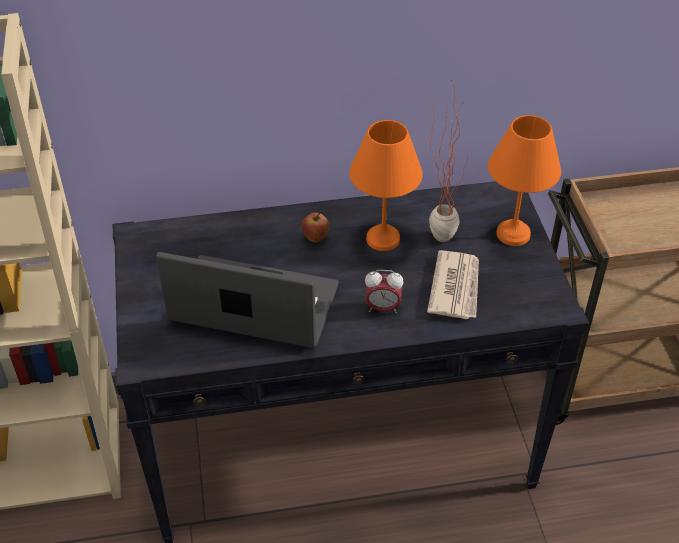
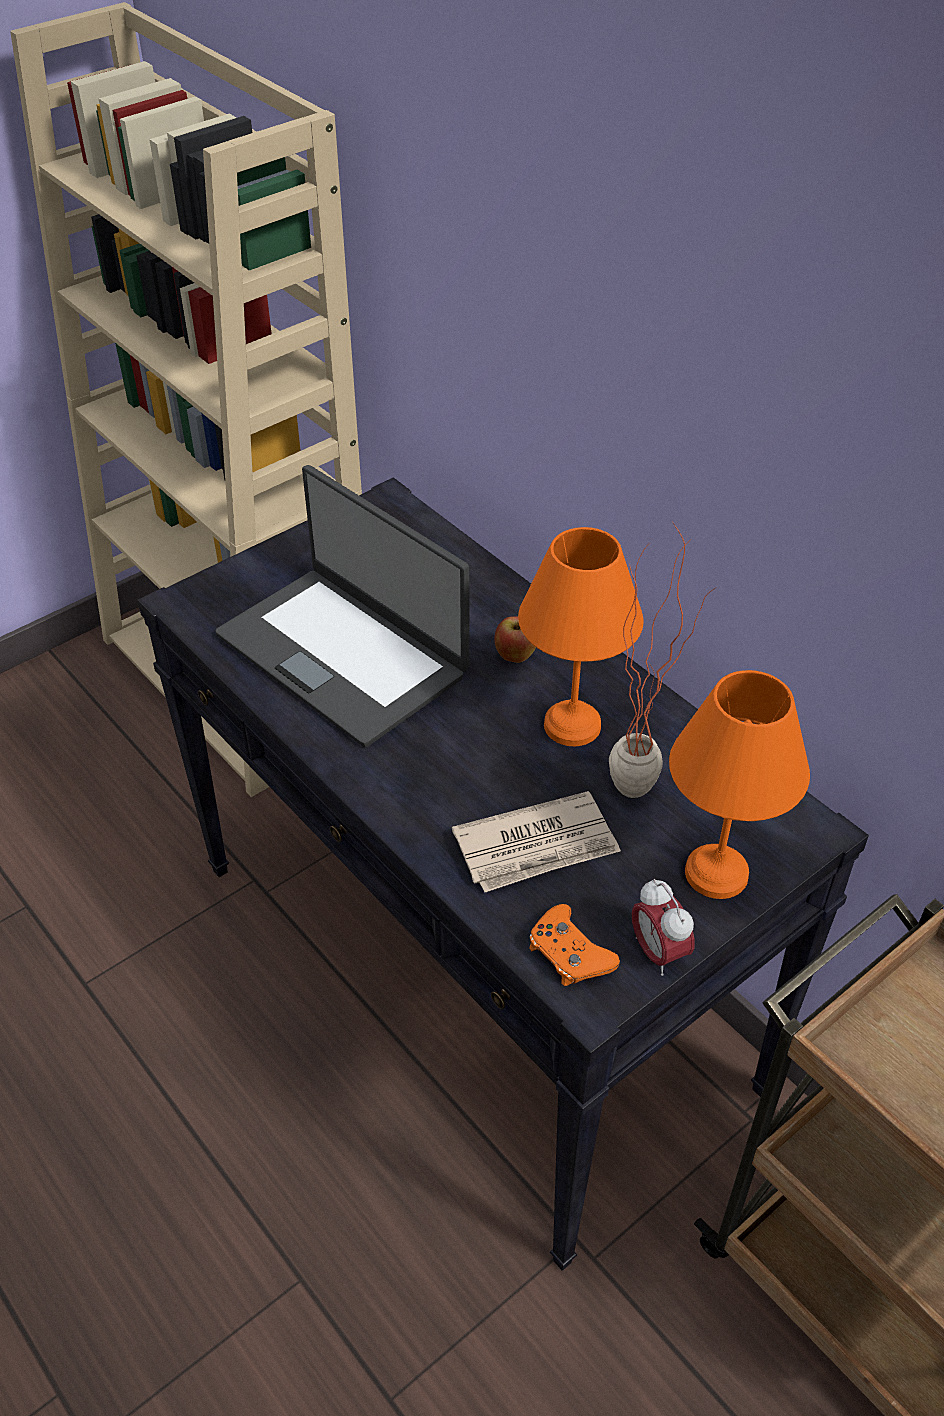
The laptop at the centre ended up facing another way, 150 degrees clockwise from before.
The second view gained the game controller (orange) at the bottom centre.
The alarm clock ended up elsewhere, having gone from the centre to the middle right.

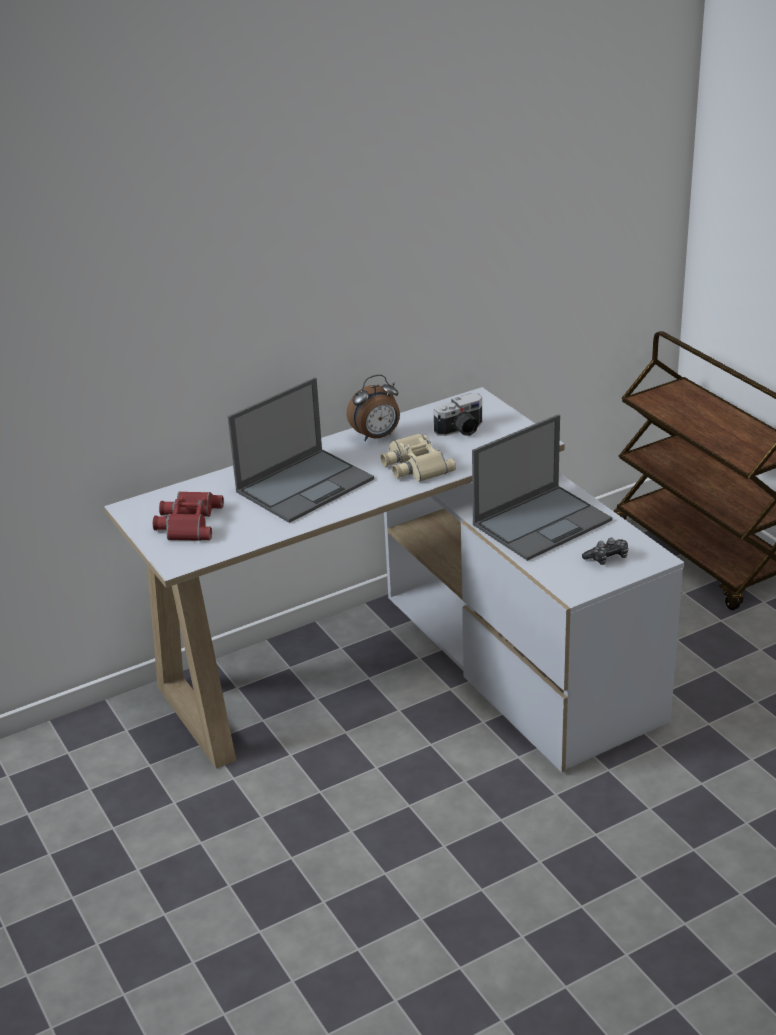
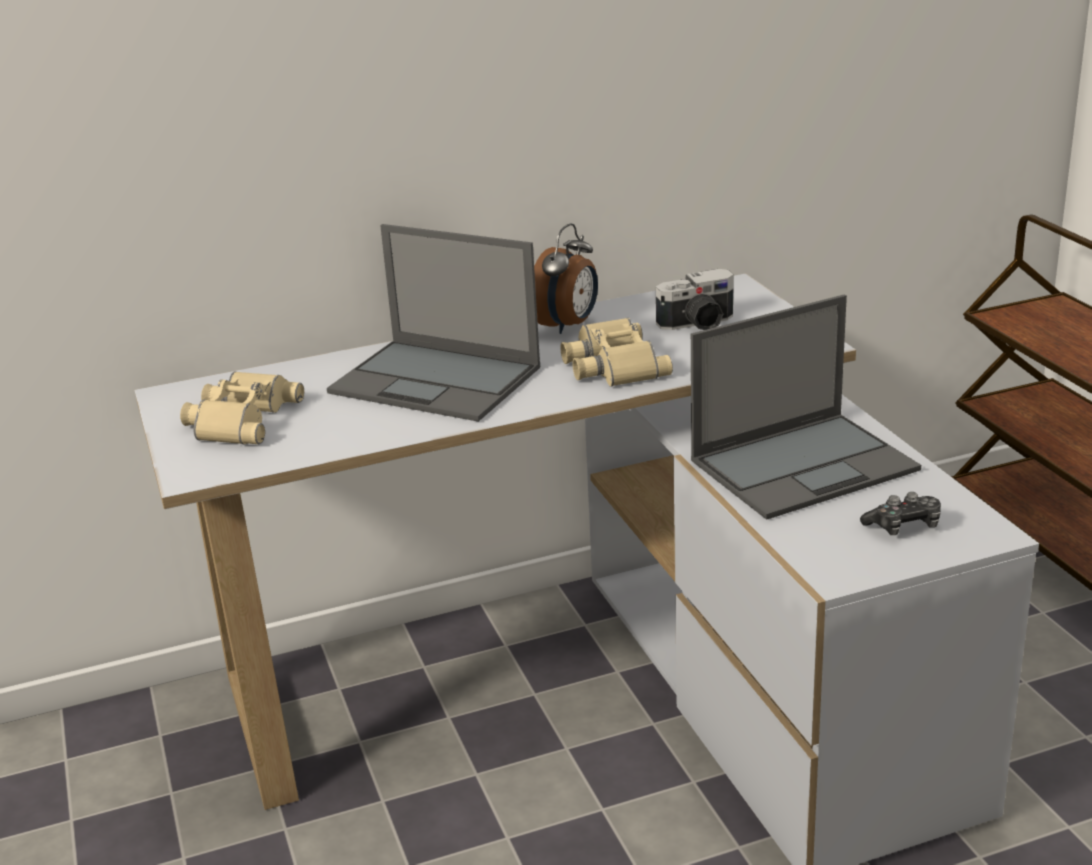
What was the binoculars (red) at the middle left turned into the binoculars (beige) (1st from left) at the middle left.
The laptop (1st from left) at the centre ended up facing another way, 60 degrees clockwise from before.
The alarm clock at the centre ended up facing another way, 45 degrees counterclockwise from before.

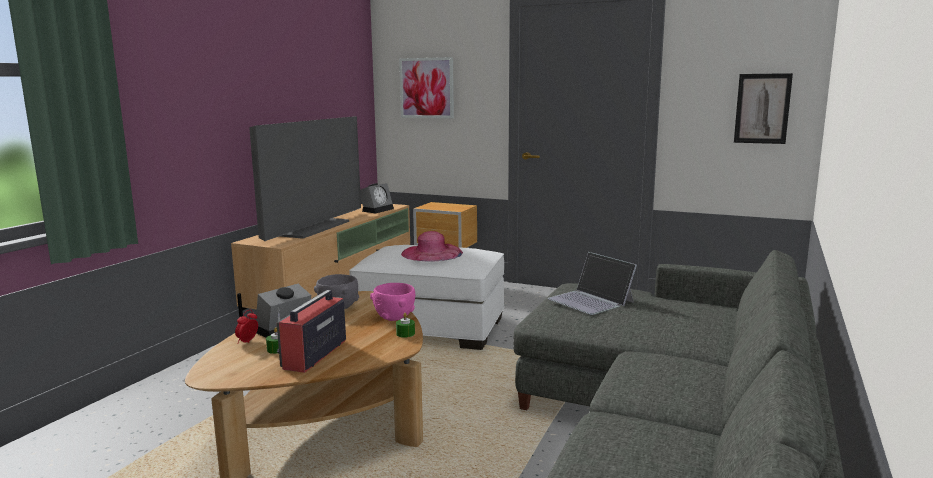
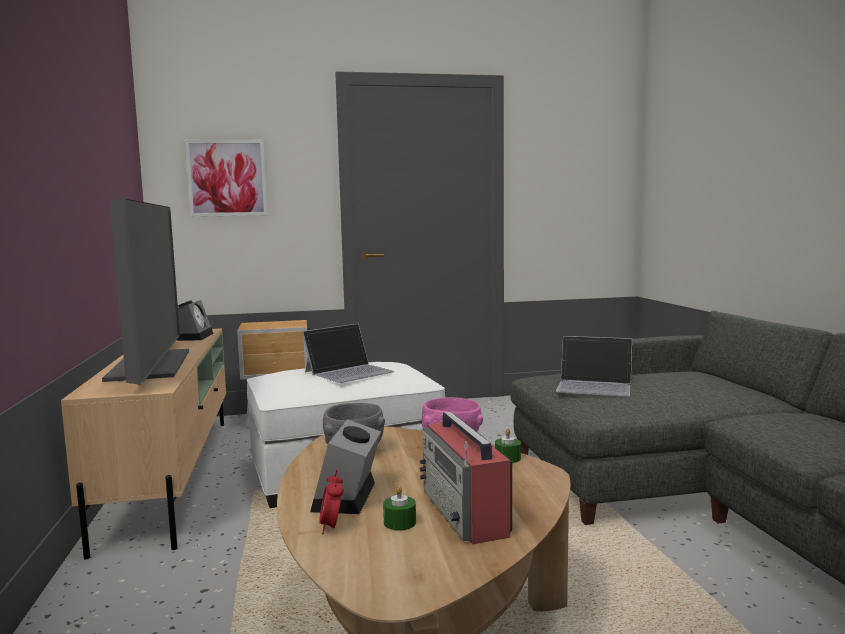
Where the hat (pink) stood at the centre, the laptop (1st from left) came to stand at the centre.
The second view lost the picture (2nd from left) at the top right.

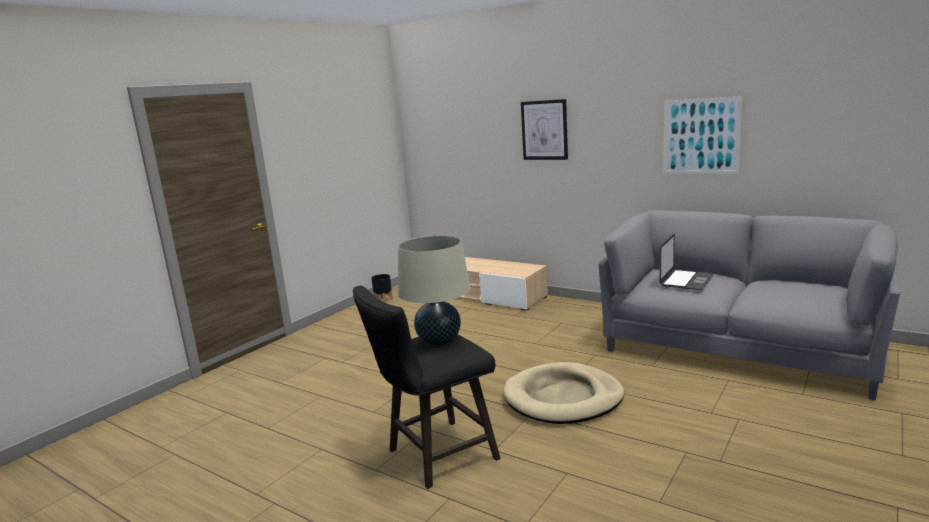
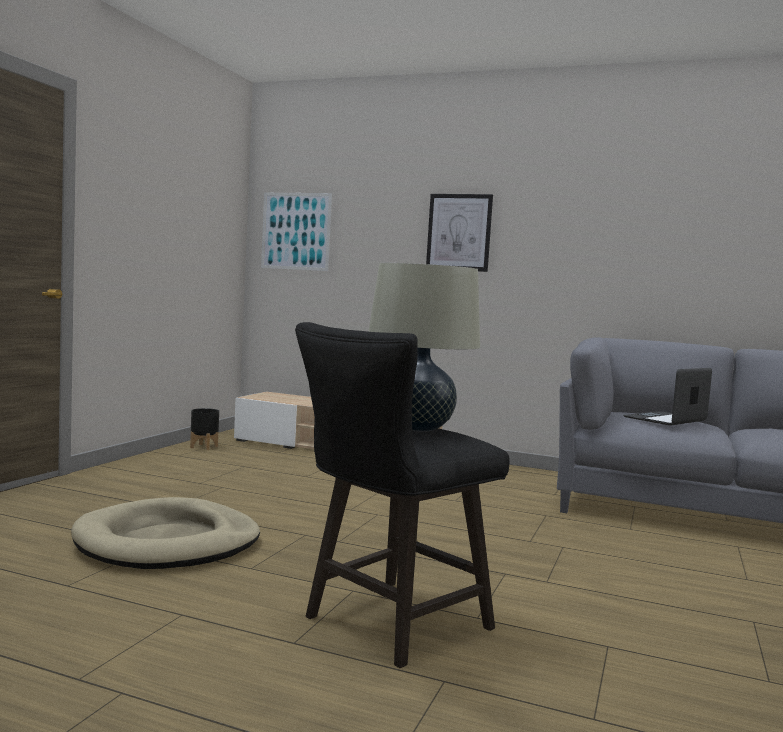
The dog bed (beige) ended up elsewhere, having gone from the bottom centre to the bottom left.
The picture (2nd from left in the first image) ended up elsewhere, having gone from the top right to the top centre.
The laptop at the middle right ended up facing another way, 150 degrees counterclockwise from before.

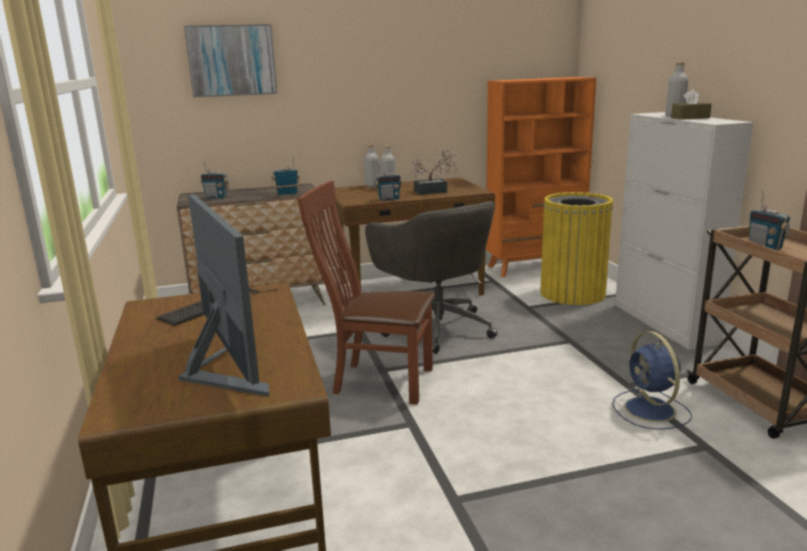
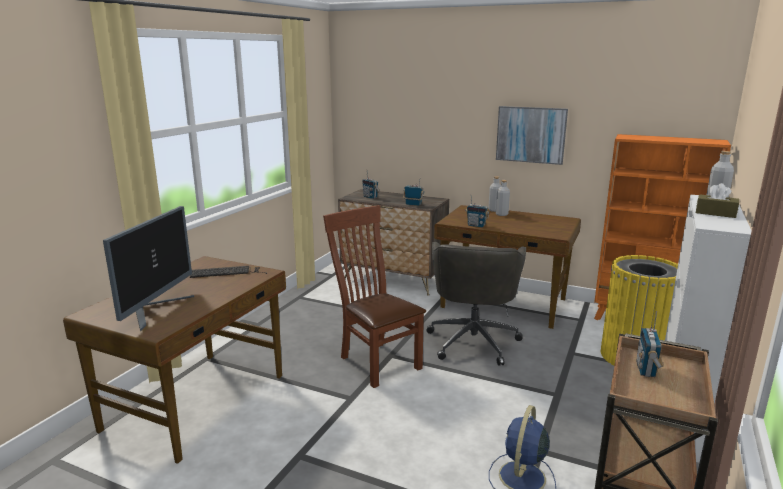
The picture ended up elsewhere, having gone from the top left to the top right.
The second view lost the potted plant at the top centre.

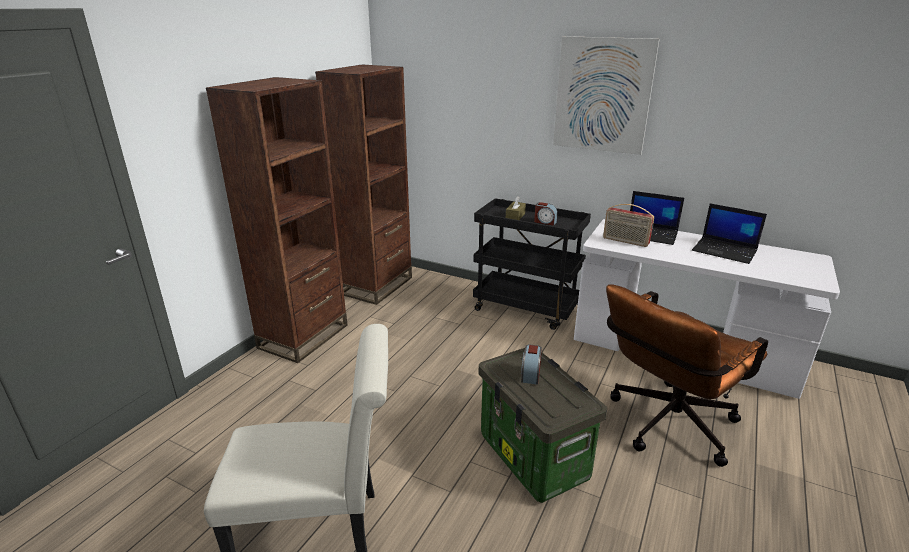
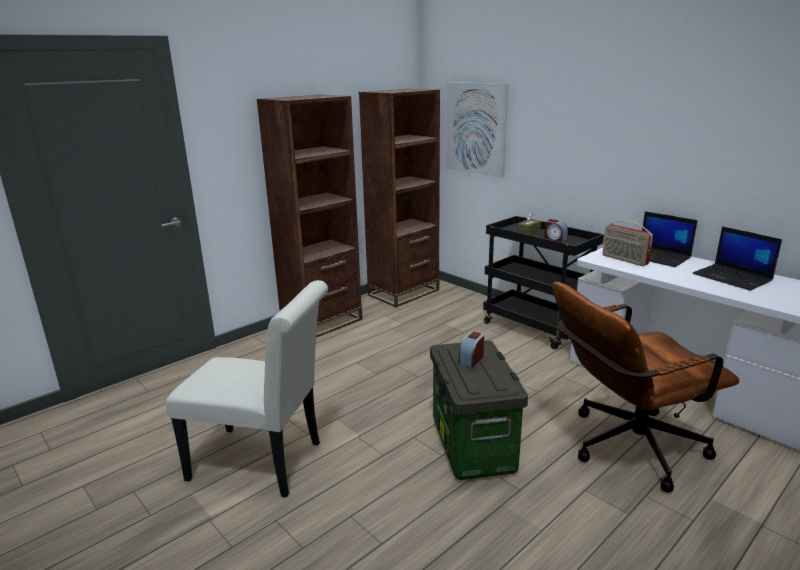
The picture ended up elsewhere, having gone from the top right to the top centre.

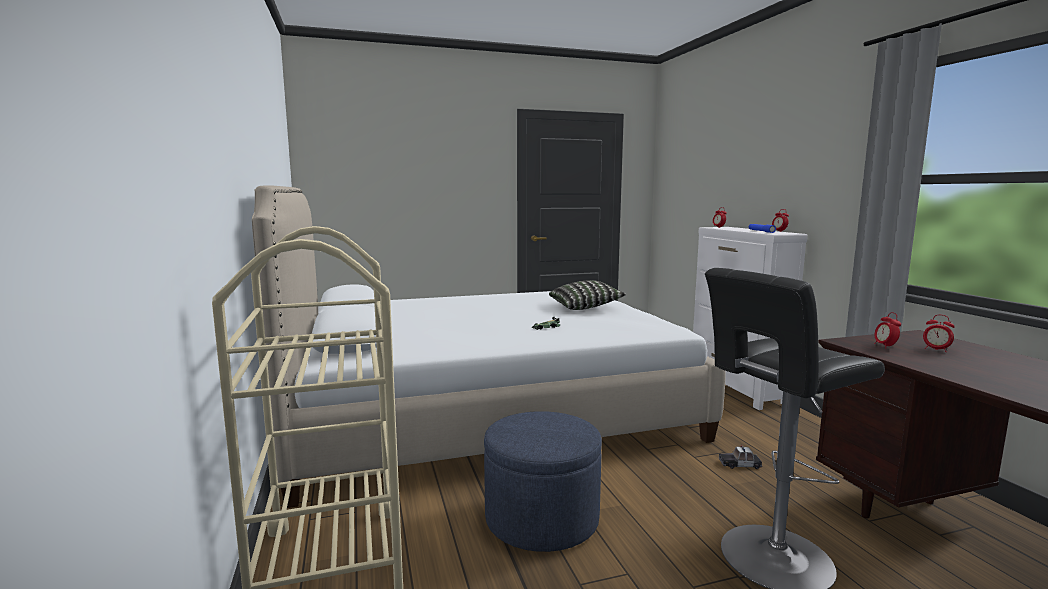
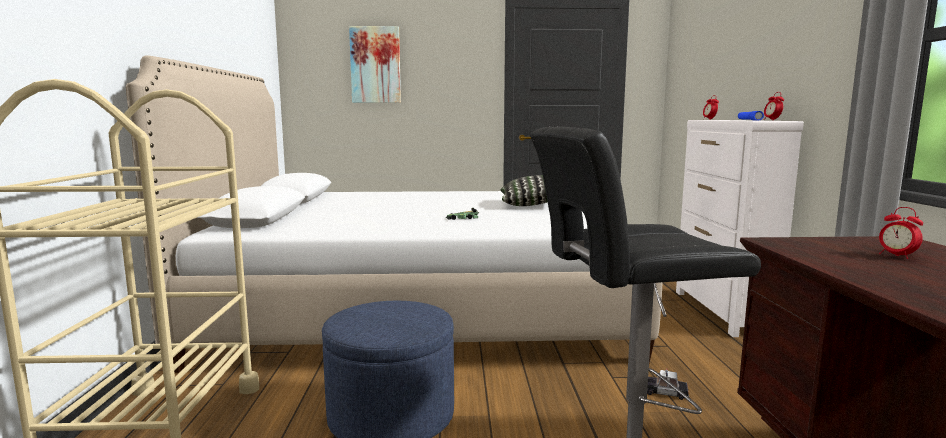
The second view gained the picture at the top centre.
The second view lost the alarm clock (3rd from left) at the middle right.

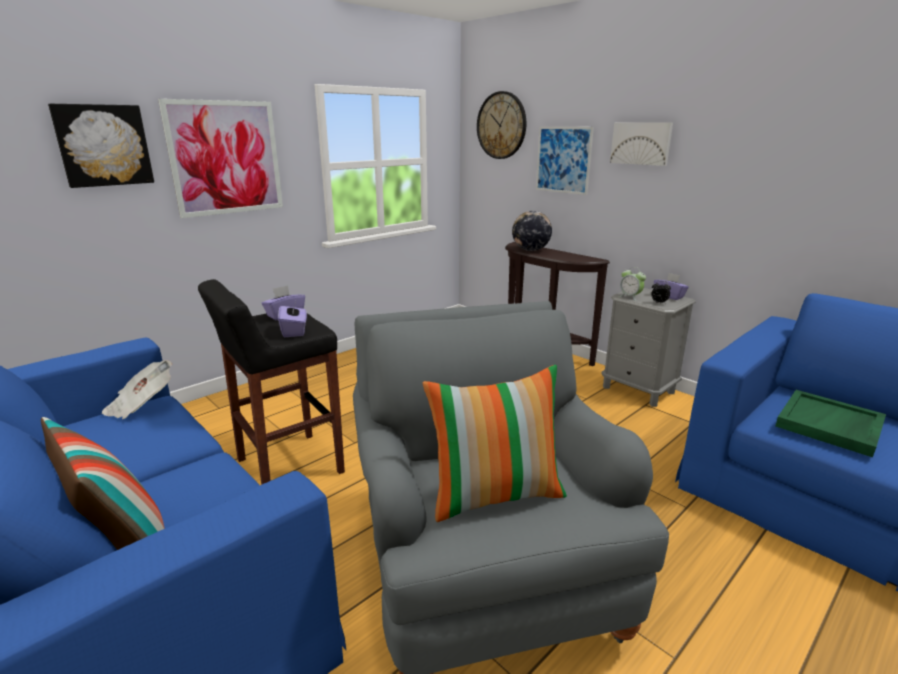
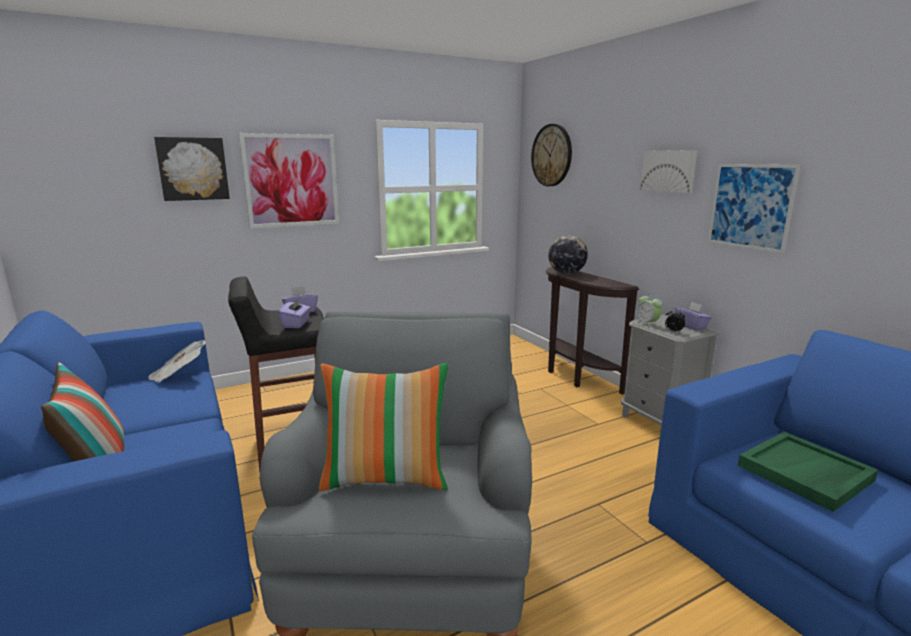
The picture (3rd from left in the first image) ended up elsewhere, having gone from the top centre to the top right.

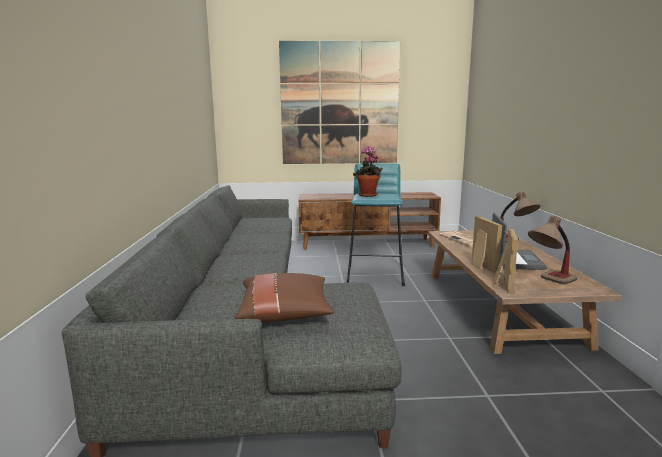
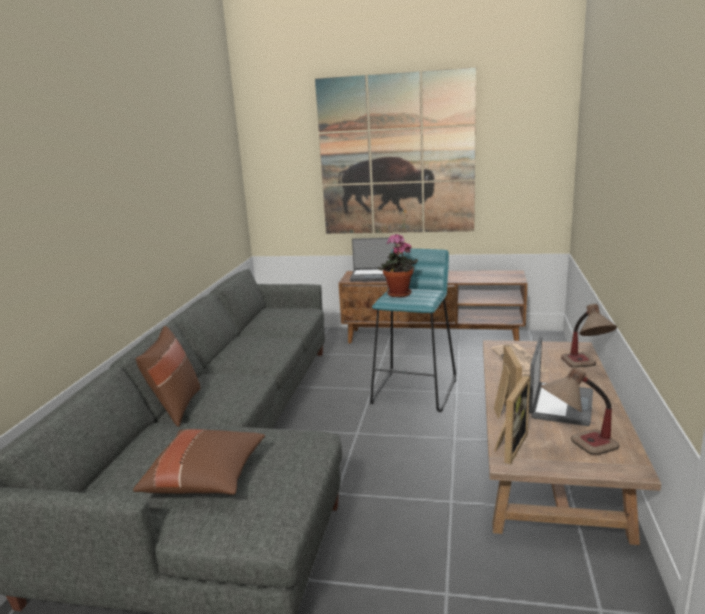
The second view gained the pillow (brown) (1st from left) at the middle left.
The second view gained the laptop (1st from left) at the centre.

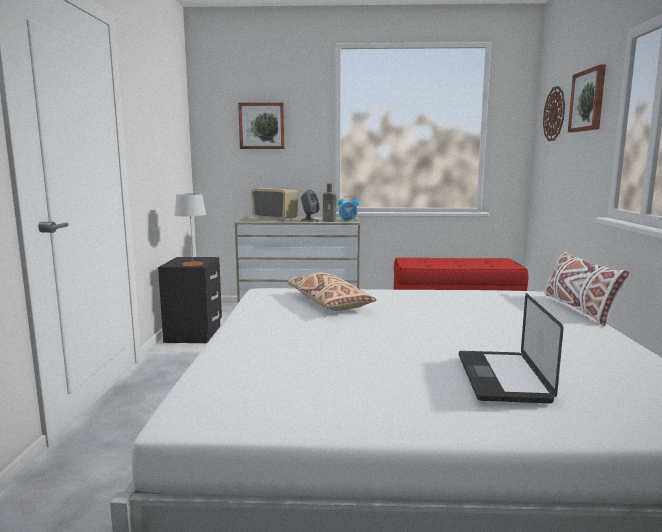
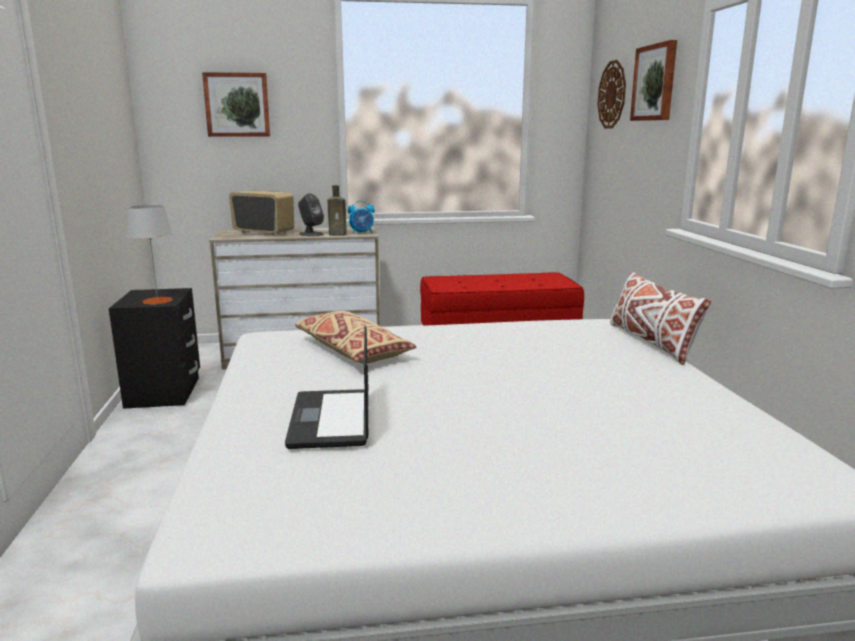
The laptop ended up elsewhere, having gone from the middle right to the centre.

